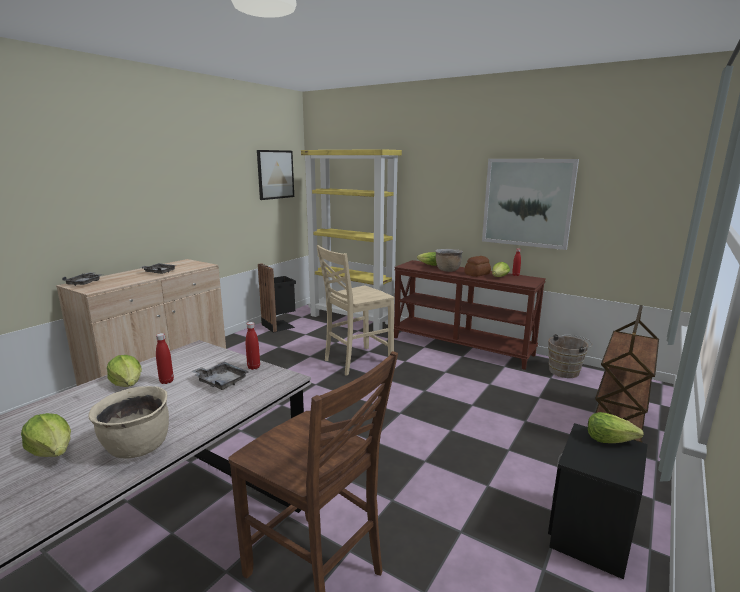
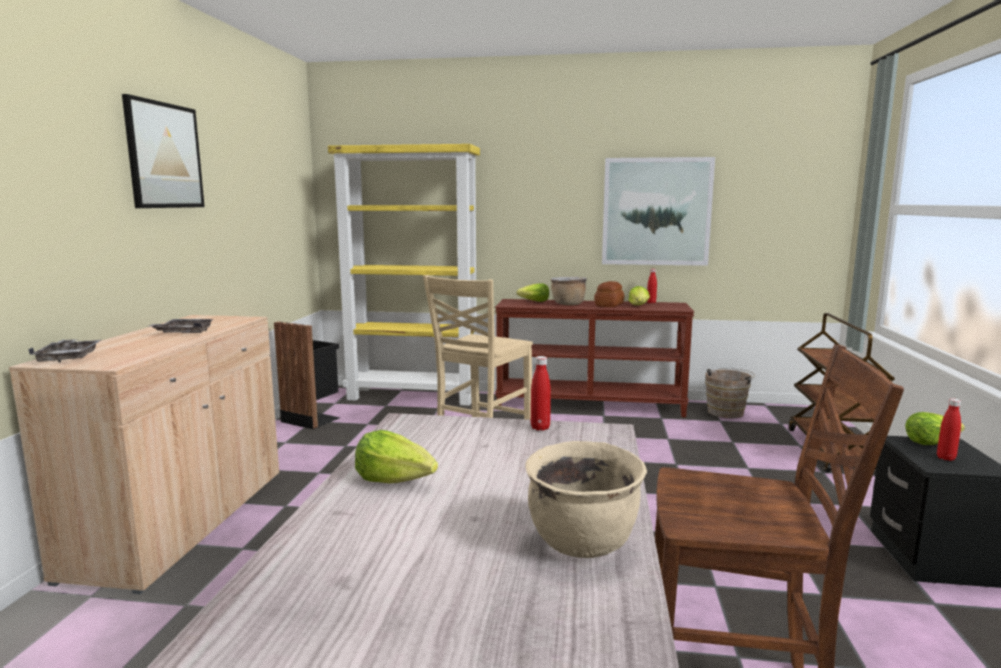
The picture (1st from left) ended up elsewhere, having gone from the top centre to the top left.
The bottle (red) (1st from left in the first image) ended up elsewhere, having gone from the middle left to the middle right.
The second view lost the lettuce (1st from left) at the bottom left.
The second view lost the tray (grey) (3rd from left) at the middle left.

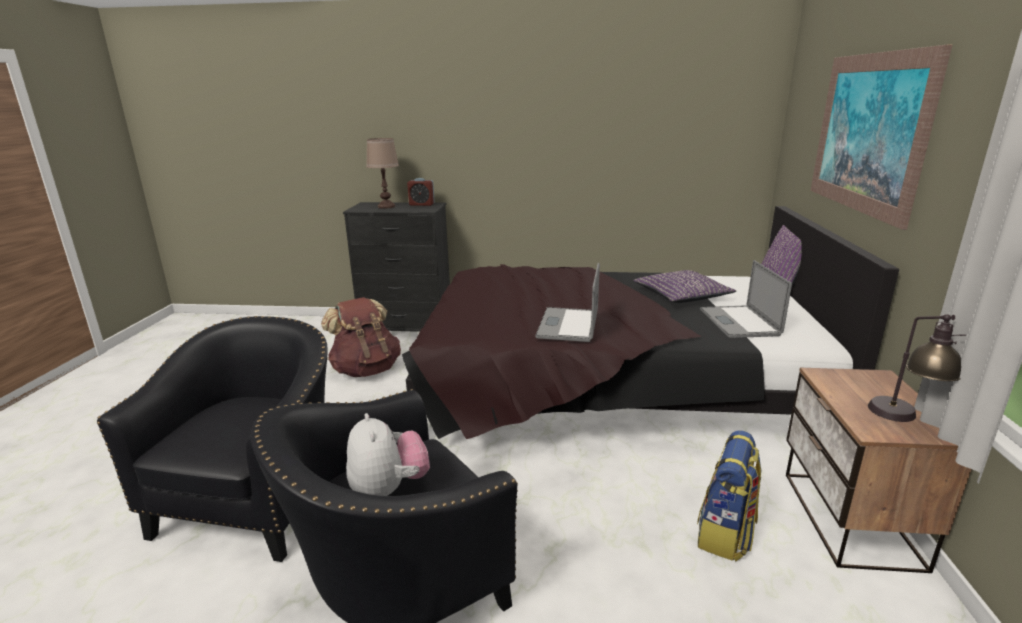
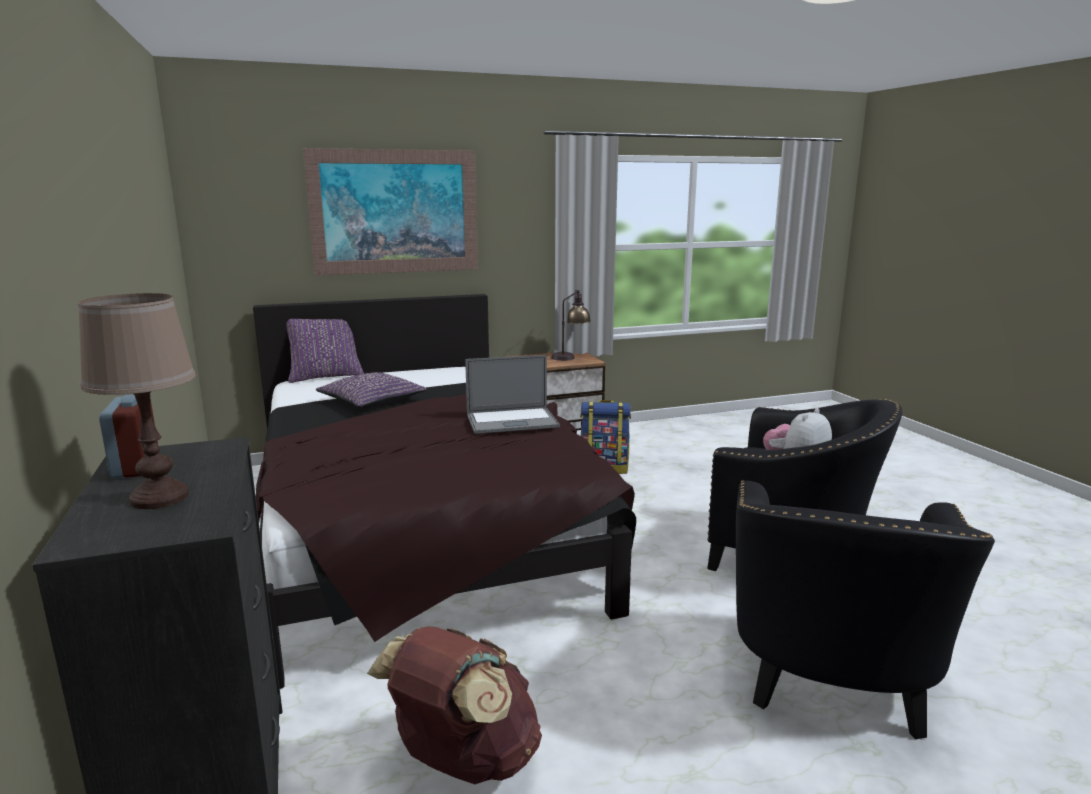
The armchair (black) (1st from left in the first image) at the bottom left ended up facing another way, 60 degrees counterclockwise from before.
The second view lost the laptop (2nd from left) at the middle right.

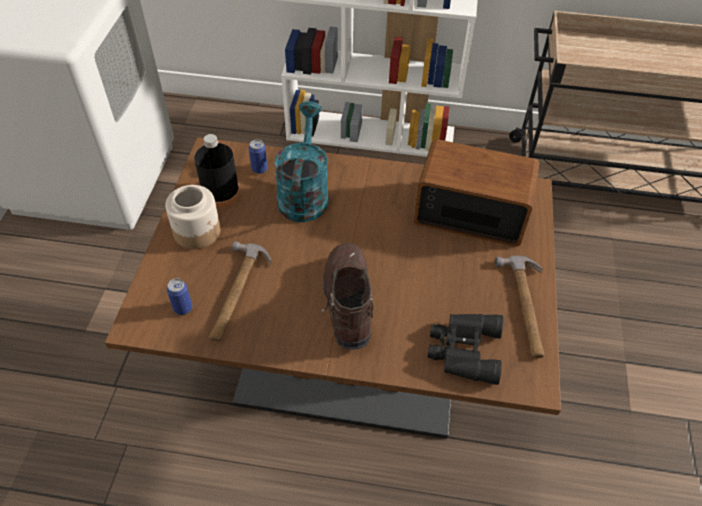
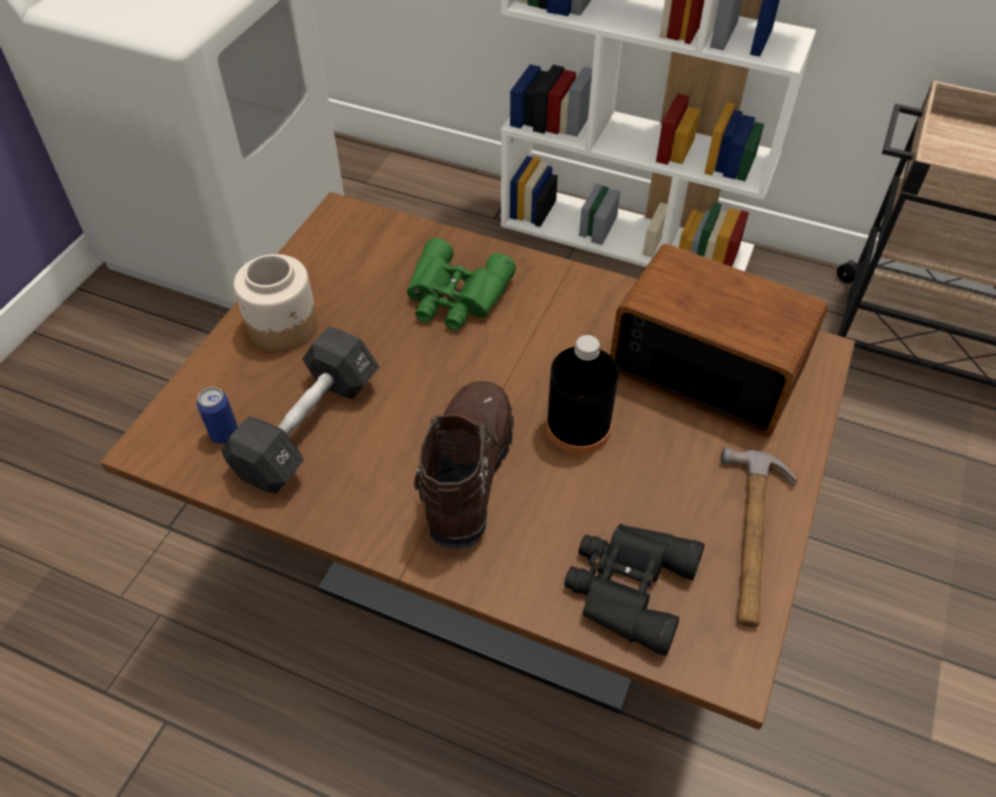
Where the hammer (1st from left) stood at the centre, the dumbbell (black) came to stand at the middle left.
Where the watering can (turquoise) stood at the top centre, the binoculars (green) came to stand at the centre.
The bottle (black) ended up elsewhere, having gone from the middle left to the centre.
The second view lost the can (2nd from left) at the top centre.

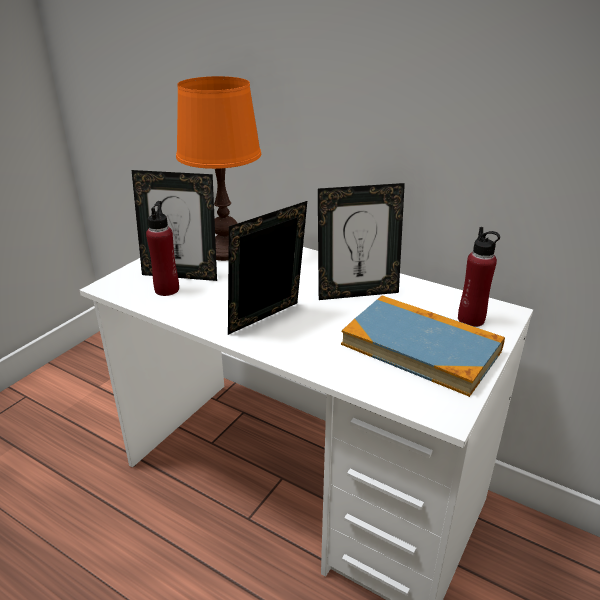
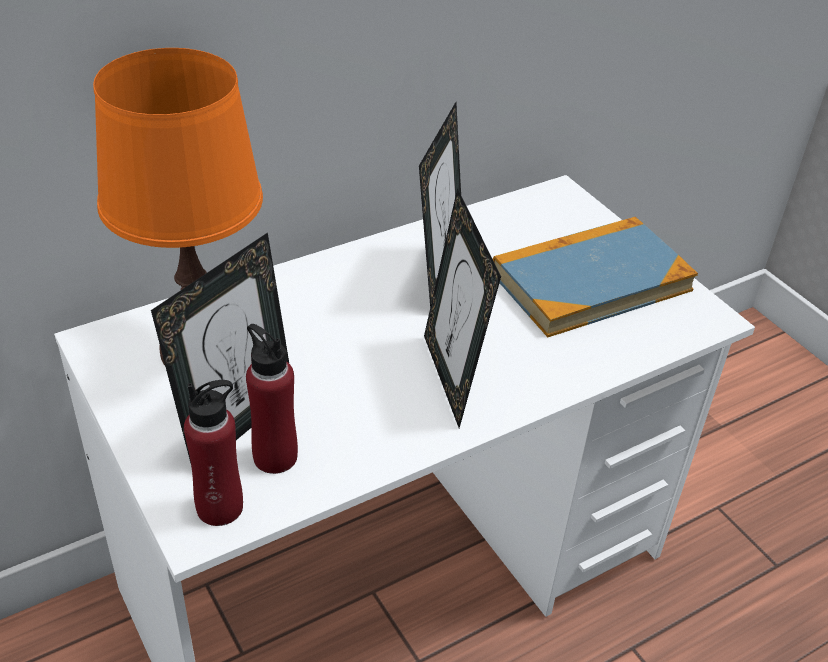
The bottle (red) (2nd from left in the first image) ended up elsewhere, having gone from the middle right to the bottom left.

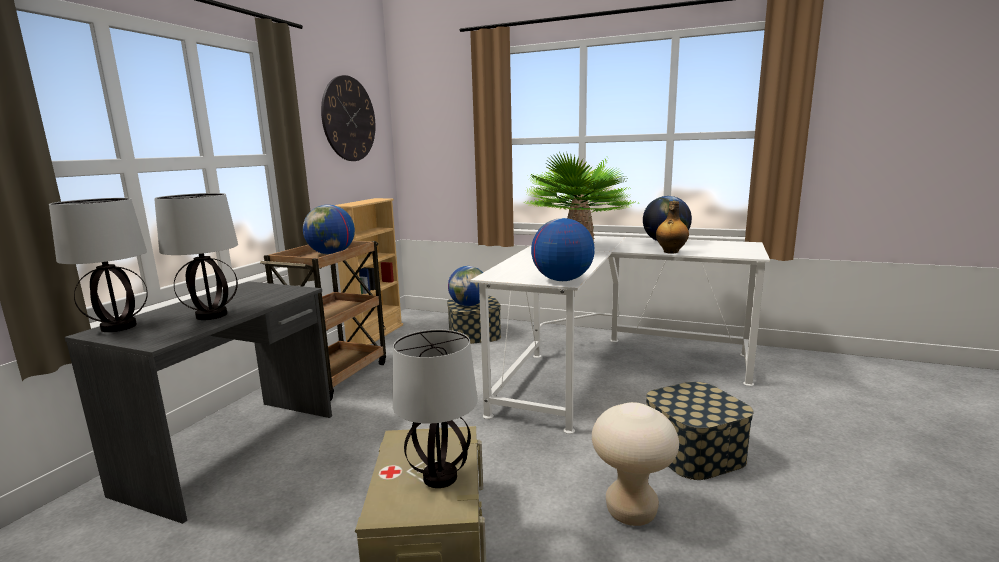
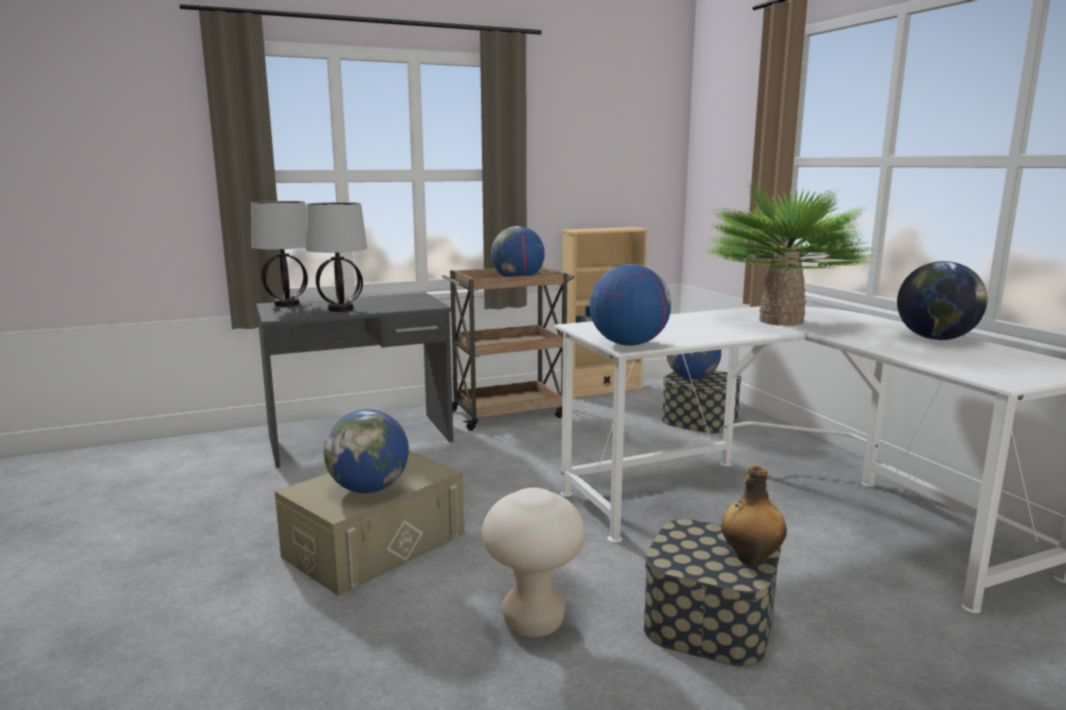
Where the table lamp (3rd from left) stood at the bottom centre, the globe (1st from left) came to stand at the centre.
The bottle ended up elsewhere, having gone from the middle right to the bottom right.
The second view lost the wall clock at the top centre.

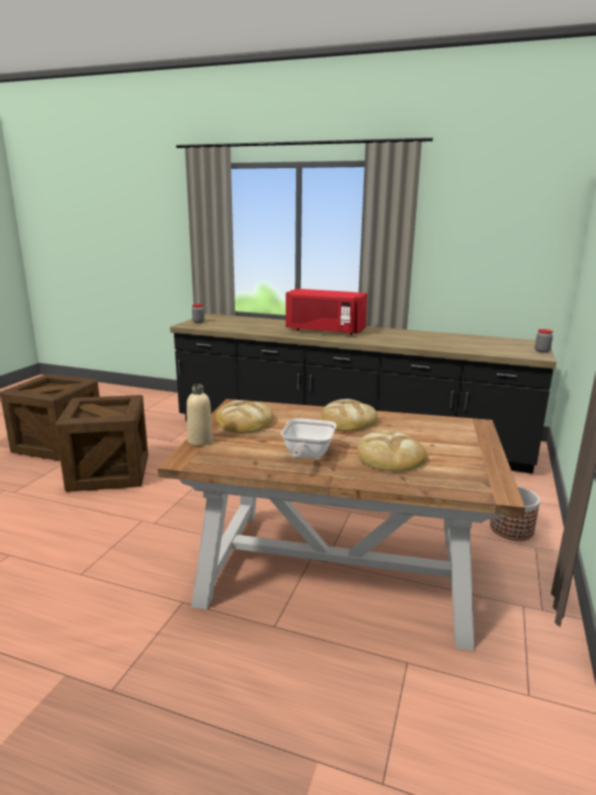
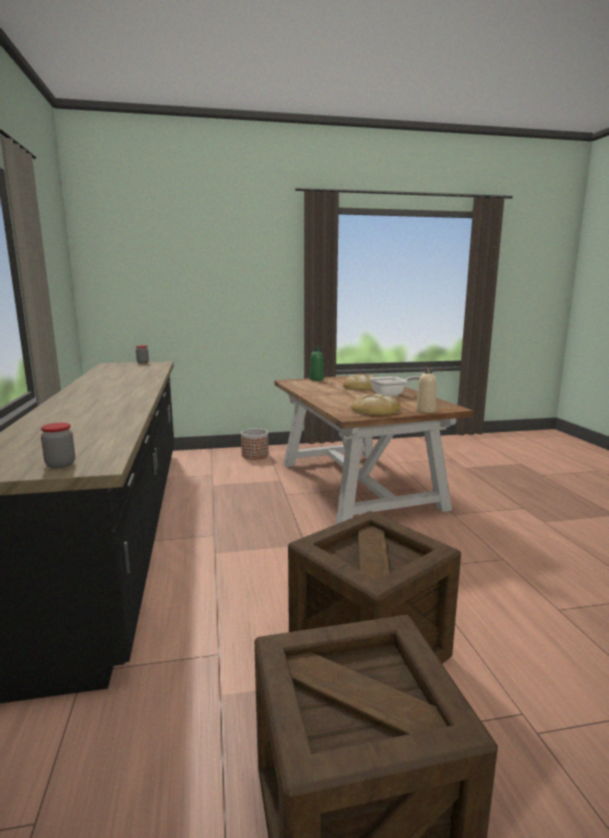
The second view gained the bottle (green) at the centre.
The second view lost the microwave (red) at the centre.
The second view lost the bread (2nd from left) at the centre.

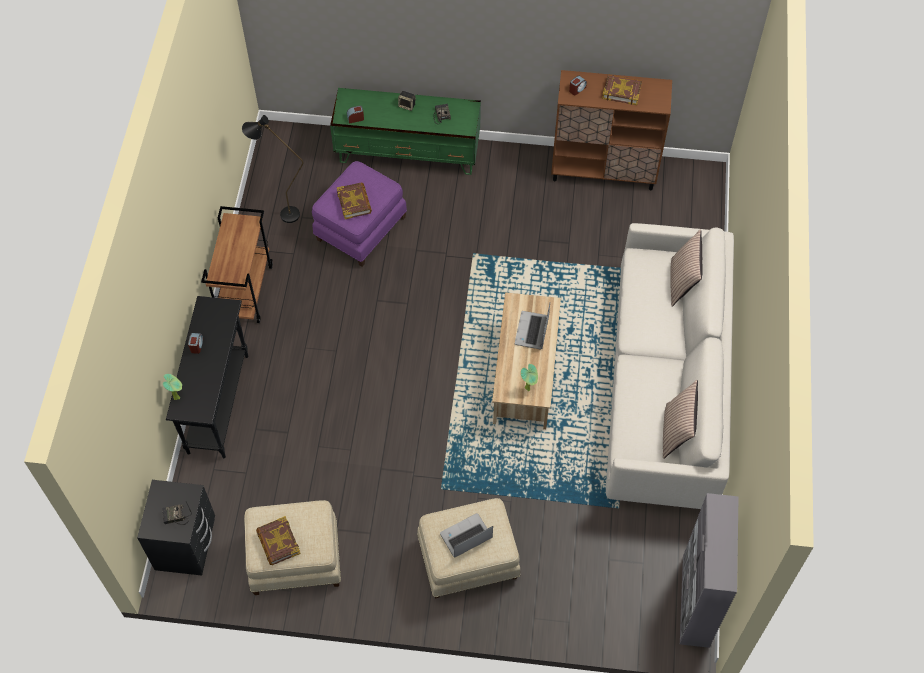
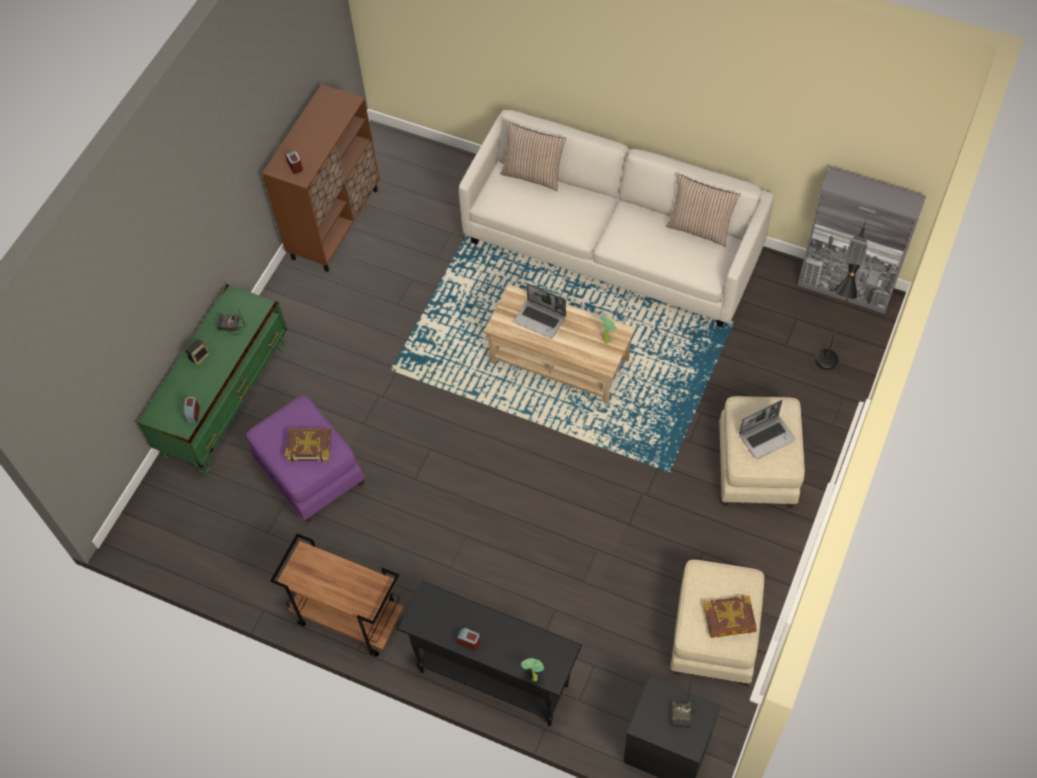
The laptop (1st from left in the first image) at the bottom centre ended up facing another way, 105 degrees counterclockwise from before.
The floor lamp (black) ended up elsewhere, having gone from the top left to the middle right.
The second view lost the book (3rd from left) at the top right.

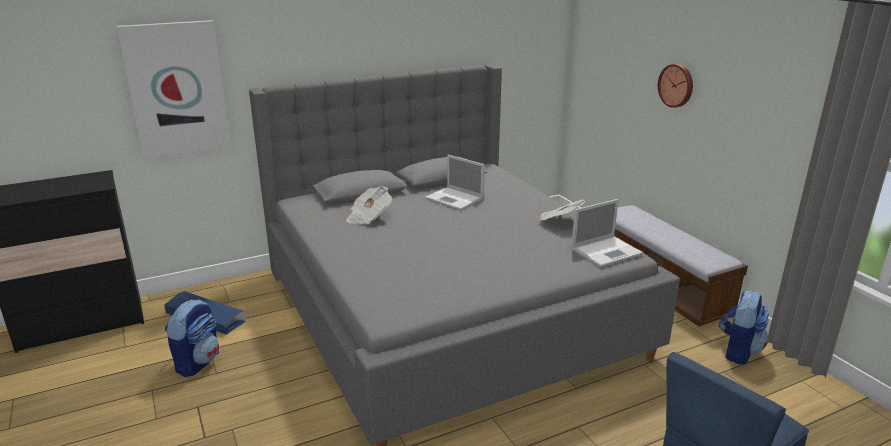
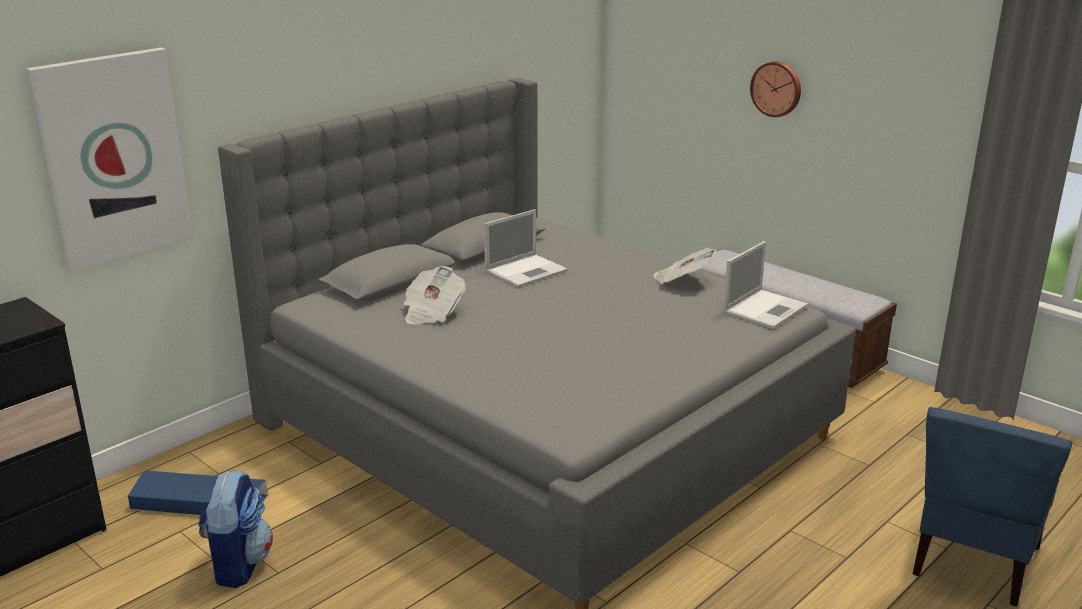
The laptop (1st from left) at the centre ended up facing another way, 60 degrees counterclockwise from before.
The second view lost the backpack (2nd from left) at the bottom right.

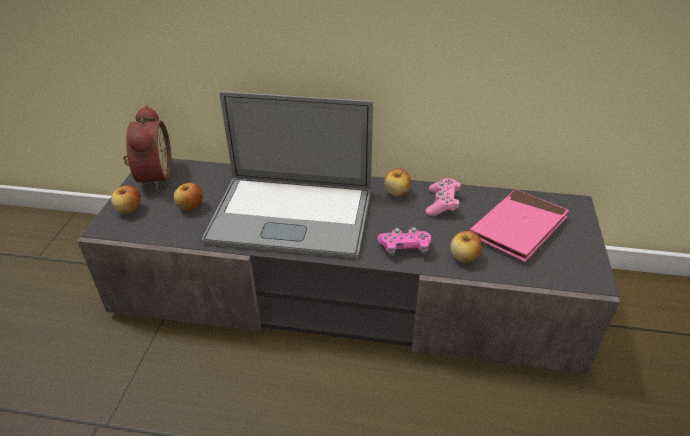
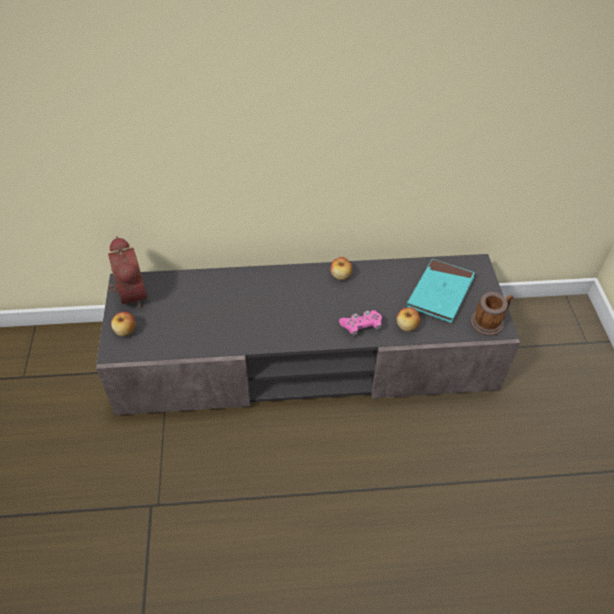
What was the book (pink) at the middle right turned into the book (turquoise) at the middle right.
The second view gained the mug at the middle right.
The second view lost the apple (2nd from left) at the middle left.
The second view lost the laptop at the centre.
The second view lost the game controller (pink) (2nd from left) at the centre.

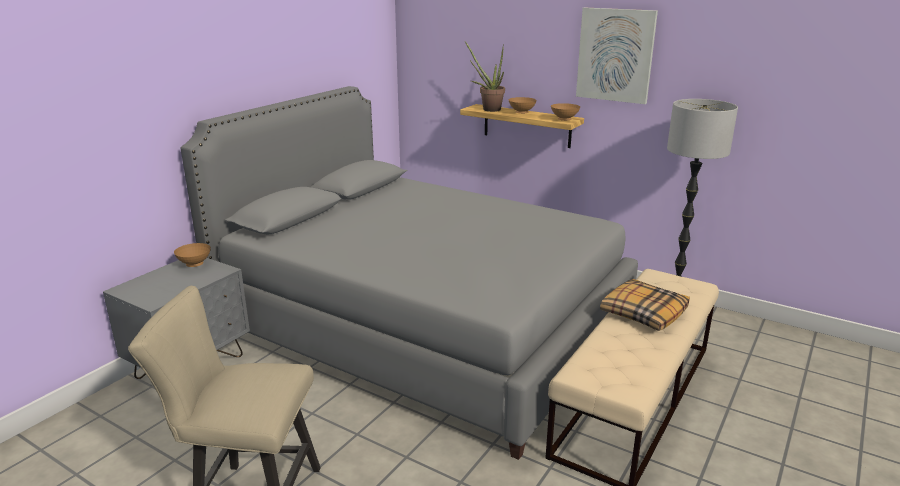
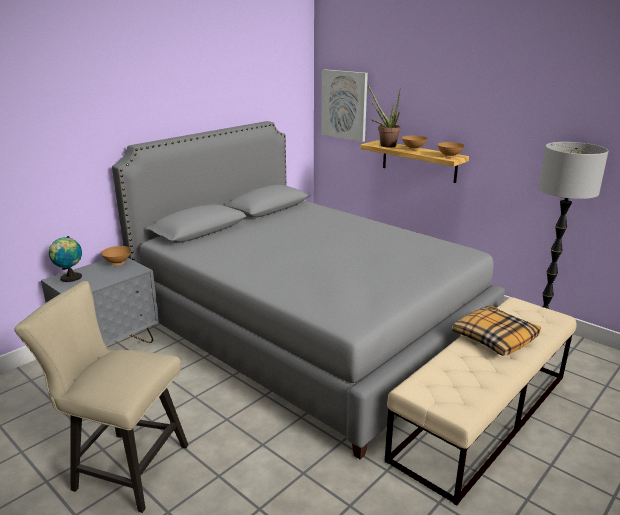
The second view gained the globe at the middle left.
The picture ended up elsewhere, having gone from the top right to the top centre.

